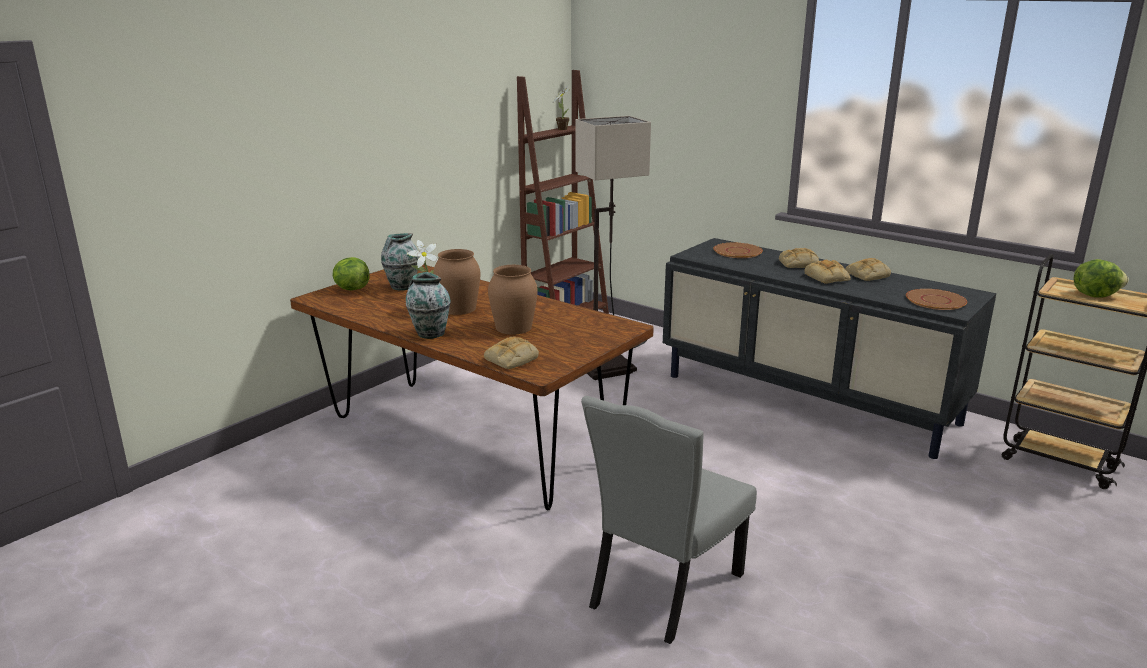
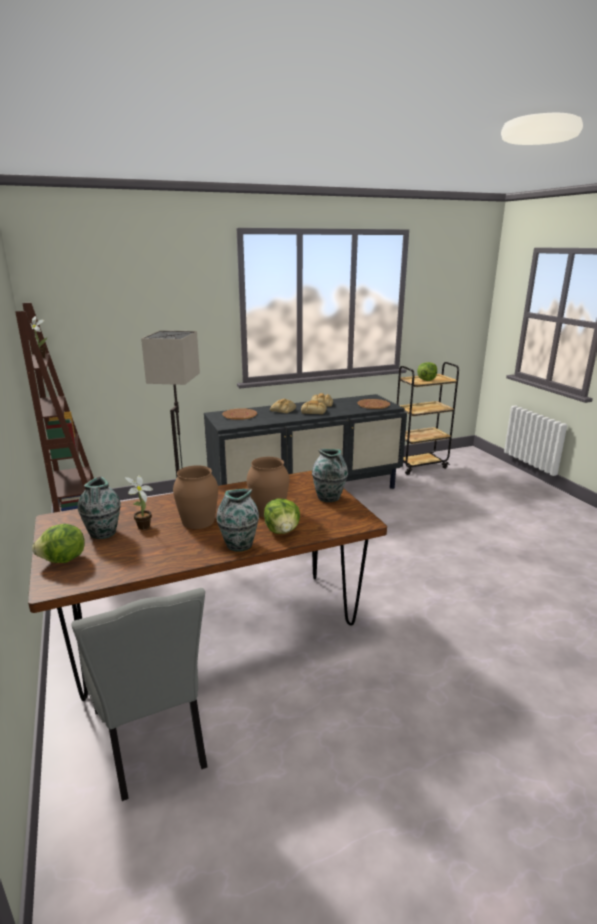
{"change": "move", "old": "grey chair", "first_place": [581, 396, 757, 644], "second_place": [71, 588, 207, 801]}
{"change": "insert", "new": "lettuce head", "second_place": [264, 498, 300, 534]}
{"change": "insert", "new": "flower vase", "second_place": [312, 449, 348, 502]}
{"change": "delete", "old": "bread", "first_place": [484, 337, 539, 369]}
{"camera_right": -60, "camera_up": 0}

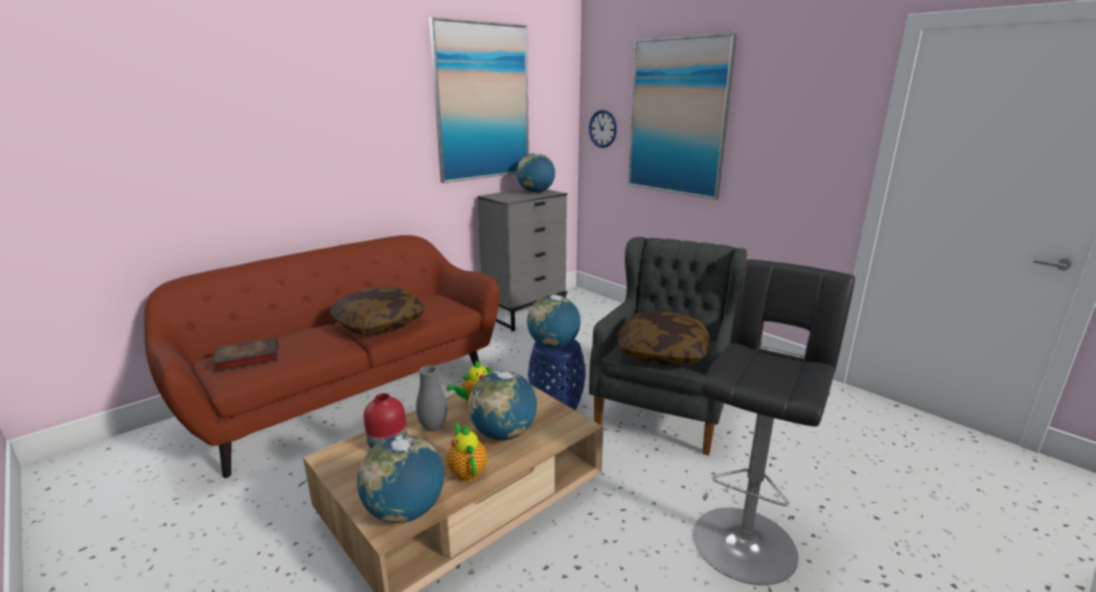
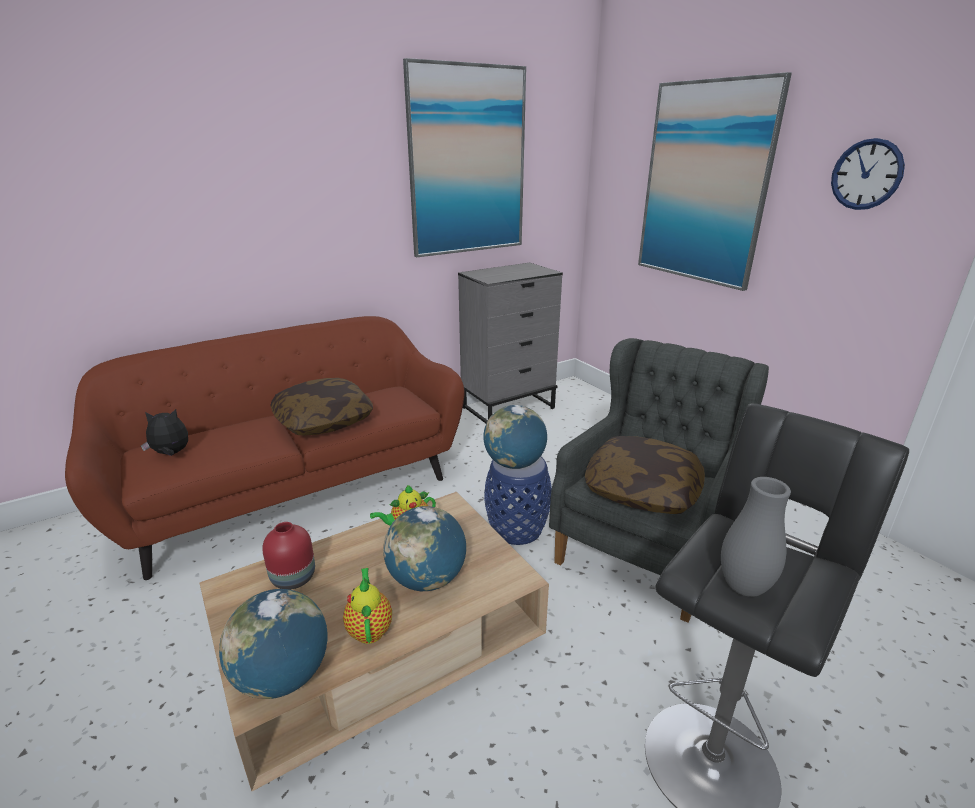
{"change": "replace", "old": "bound book", "new": "cuddly toy", "first_place": [211, 338, 278, 372], "second_place": [141, 409, 188, 456]}
{"change": "move", "old": "grey flower vase", "first_place": [416, 365, 447, 431], "second_place": [721, 477, 791, 597]}
{"change": "move", "old": "wall clock", "first_place": [589, 110, 617, 148], "second_place": [831, 138, 905, 210]}
{"change": "delete", "old": "world globe", "first_place": [516, 153, 555, 193]}
{"camera_right": 10, "camera_up": 5}

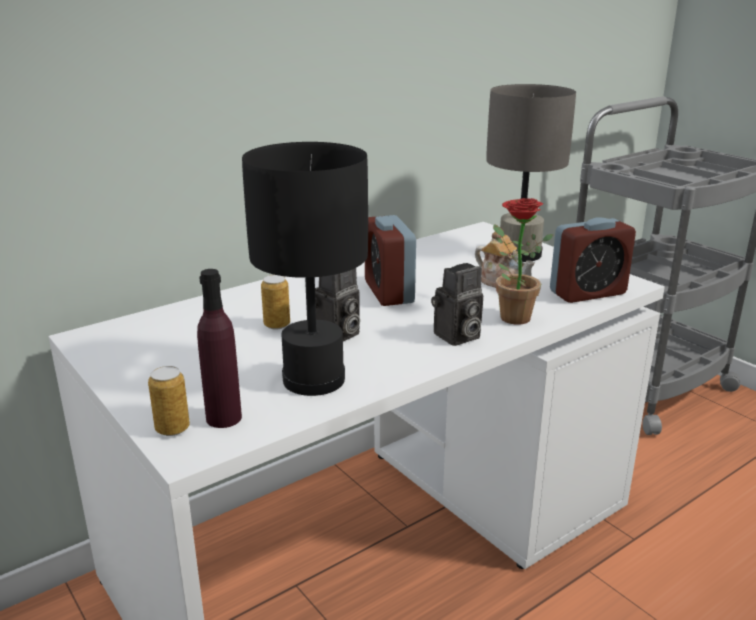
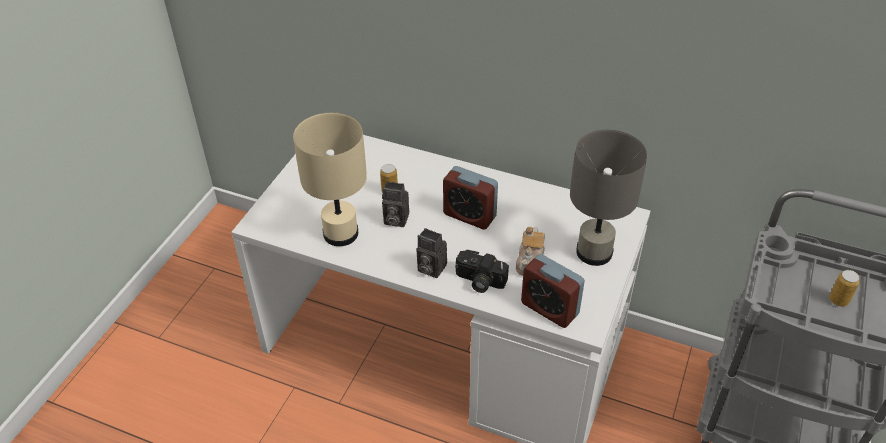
{"change": "recolor", "old": "black-coloured tabletop lamp", "new": "beige-coloured tabletop lamp", "first_place": [242, 142, 368, 396], "second_place": [293, 112, 367, 246]}
{"change": "rotate", "old": "alarm clock", "first_place": [365, 215, 416, 306], "second_place": [443, 166, 498, 229], "degrees": -105}
{"change": "replace", "old": "houseplant", "new": "still camera", "first_place": [493, 198, 554, 325], "second_place": [455, 250, 509, 293]}
{"change": "move", "old": "sealed can", "first_place": [148, 366, 190, 436], "second_place": [829, 270, 860, 307]}
{"change": "delete", "old": "purplish drink bottle", "first_place": [197, 269, 242, 428]}
{"camera_right": 60, "camera_up": 20}

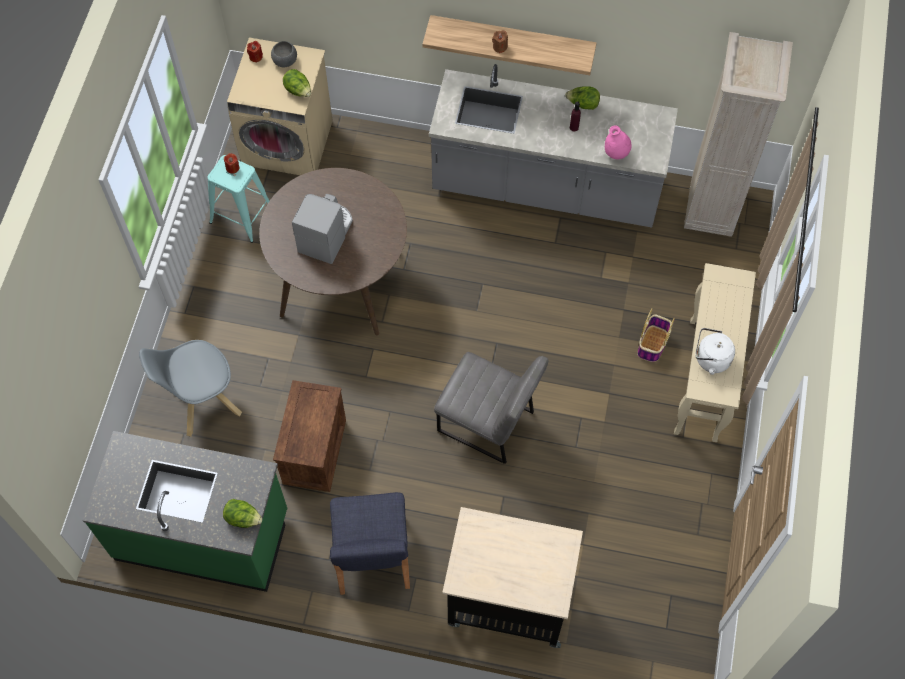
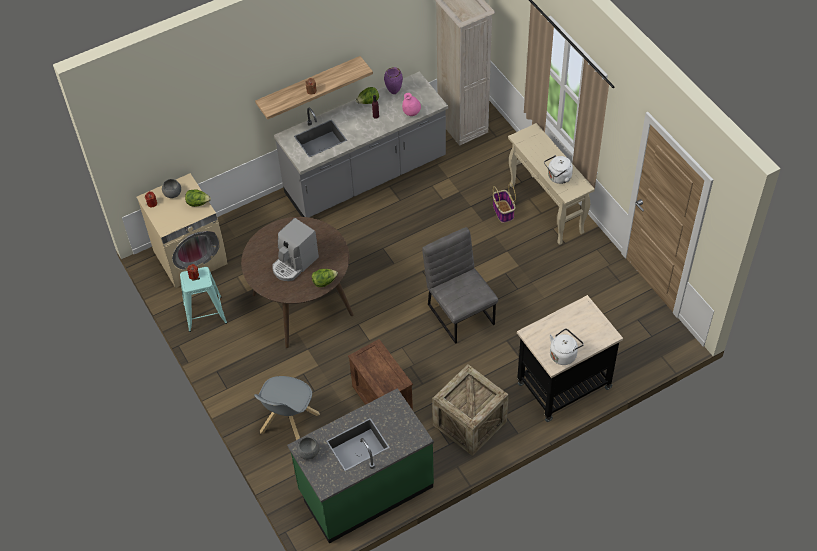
{"change": "rotate", "old": "coffee machine", "first_place": [292, 194, 353, 264], "second_place": [272, 218, 319, 281], "degrees": -120}
{"change": "insert", "new": "grey bowl", "second_place": [297, 437, 319, 460]}
{"change": "move", "old": "lettuce head", "first_place": [223, 499, 262, 528], "second_place": [312, 269, 338, 287]}
{"change": "insert", "new": "purplish flower vase", "second_place": [384, 67, 403, 94]}
{"change": "rotate", "old": "grey chair", "first_place": [434, 352, 548, 464], "second_place": [422, 227, 498, 344], "degrees": -105}
{"change": "replace", "old": "bluish chair", "new": "crate", "first_place": [330, 492, 410, 595], "second_place": [432, 364, 509, 456]}
{"change": "insert", "new": "white-coloured kettle", "second_place": [550, 328, 584, 365]}
{"camera_right": -40, "camera_up": -10}

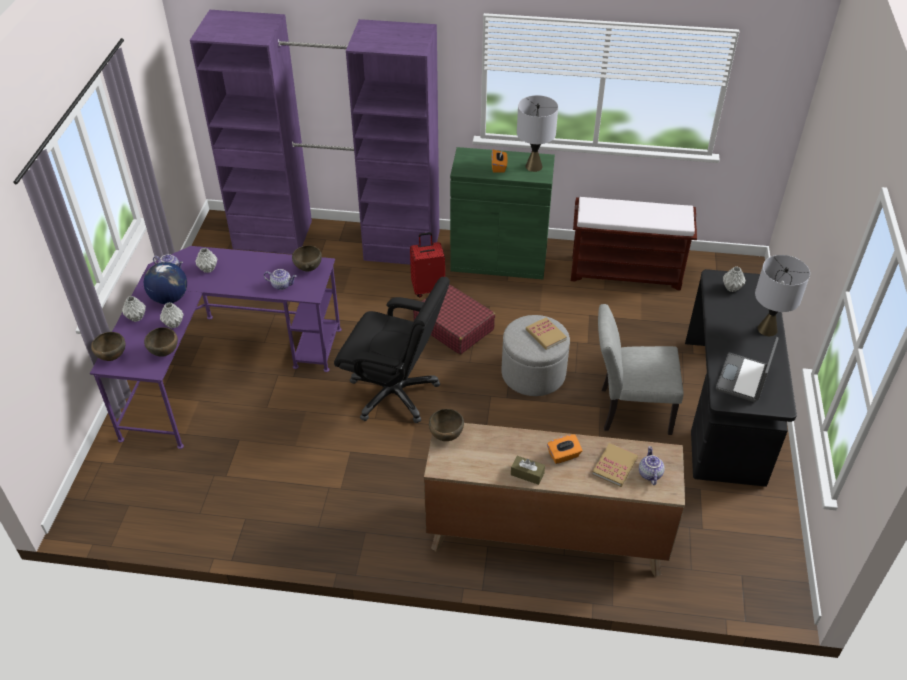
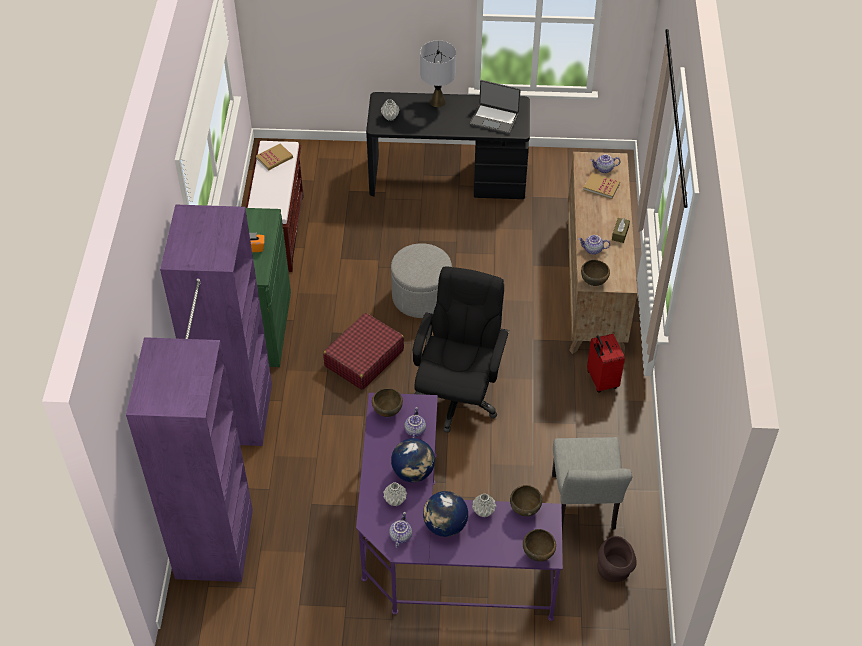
{"change": "move", "old": "bound book", "first_place": [526, 317, 567, 350], "second_place": [256, 143, 293, 171]}
{"change": "insert", "new": "world globe", "second_place": [391, 438, 435, 482]}
{"change": "move", "old": "grey chair", "first_place": [598, 304, 684, 435], "second_place": [552, 437, 632, 531]}
{"change": "insert", "new": "teapot", "second_place": [578, 235, 610, 255]}
{"change": "move", "old": "red piece of luggage", "first_place": [410, 232, 445, 297], "second_place": [587, 334, 625, 393]}
{"change": "insert", "new": "brown-coloured flower vase", "second_place": [597, 536, 637, 582]}
{"change": "delete", "old": "grey flower vase", "first_place": [122, 296, 146, 322]}
{"change": "delete", "old": "grey tabletop lamp", "first_place": [517, 95, 558, 172]}
{"change": "delete", "old": "orange-coloured tissue box", "first_place": [547, 434, 582, 464]}
{"camera_right": -95, "camera_up": 5}

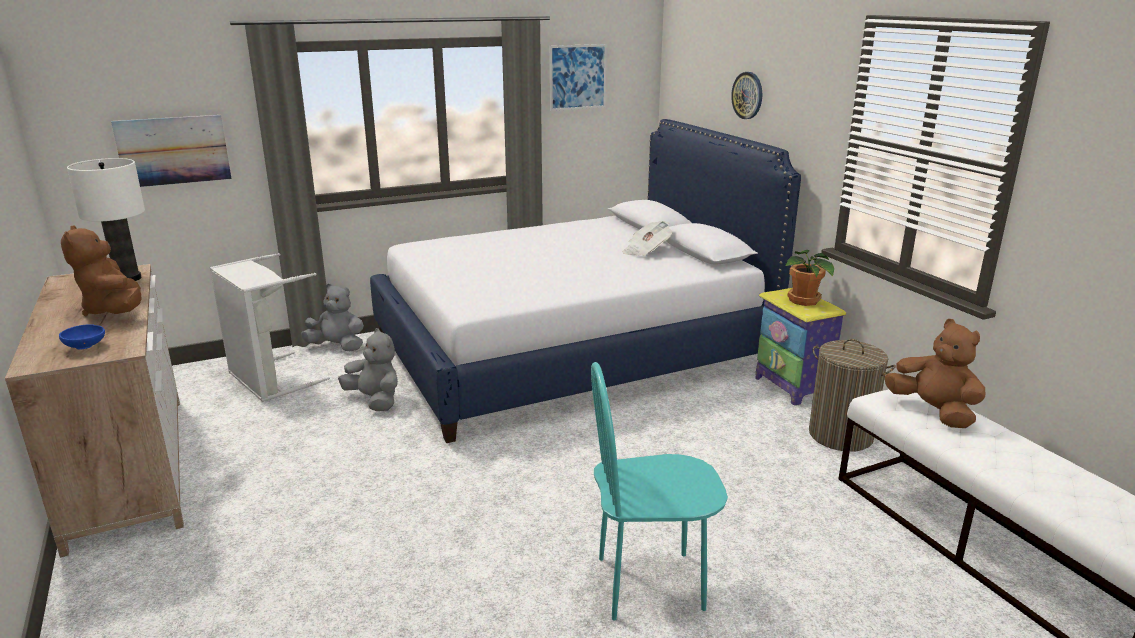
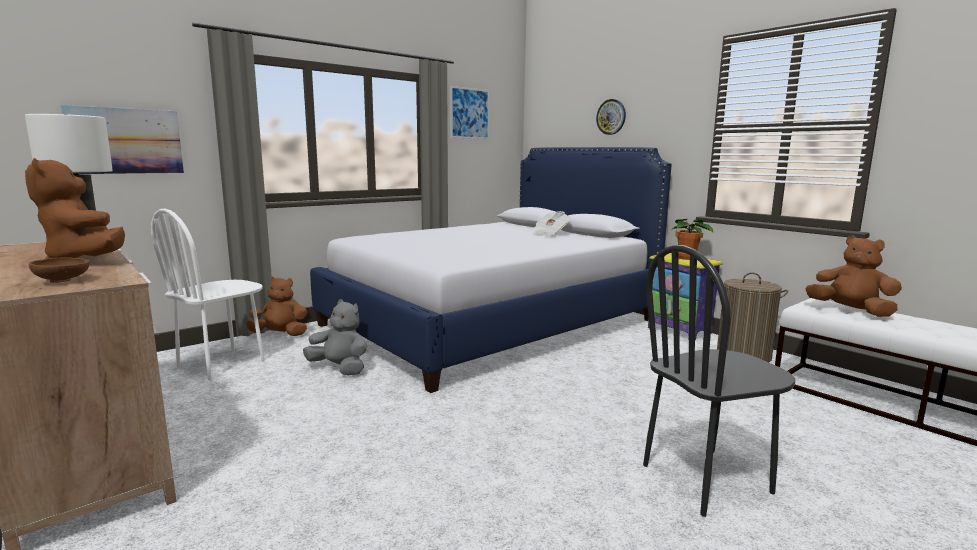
{"change": "recolor", "old": "bluish bowl", "new": "brown-coloured bowl", "first_place": [59, 324, 105, 349], "second_place": [29, 257, 90, 283]}
{"change": "replace", "old": "grey laundry basket", "new": "white-coloured chair", "first_place": [210, 253, 330, 402], "second_place": [151, 209, 265, 380]}
{"change": "recolor", "old": "grey cuddly toy", "new": "brown-coloured cuddly toy", "first_place": [301, 284, 364, 351], "second_place": [246, 277, 307, 336]}
{"change": "recolor", "old": "turquoise chair", "new": "black-coloured chair", "first_place": [591, 362, 728, 621], "second_place": [643, 245, 795, 517]}
{"camera_right": -15, "camera_up": -10}

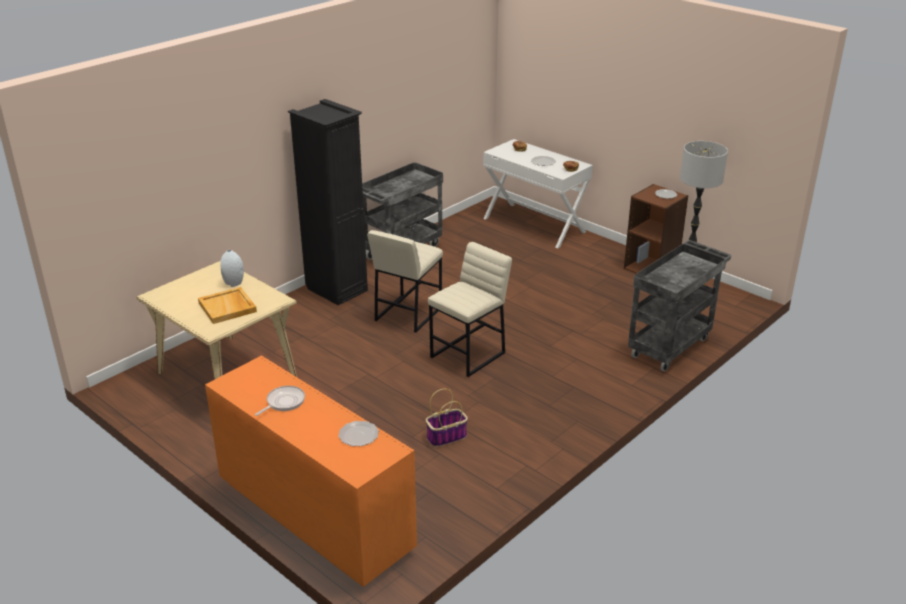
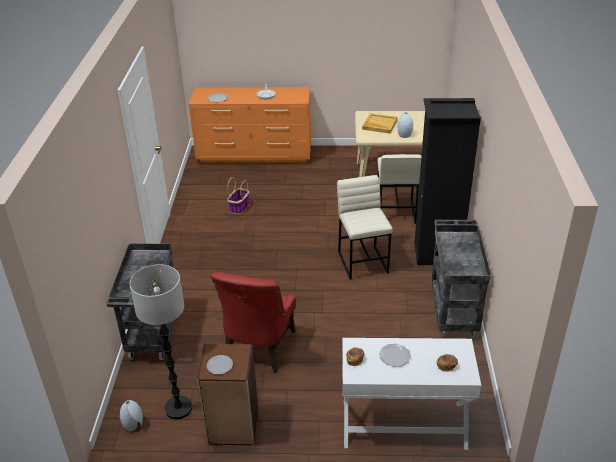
{"change": "insert", "new": "grey flower vase", "second_place": [120, 400, 143, 431]}
{"change": "insert", "new": "red chair", "second_place": [210, 272, 296, 373]}
{"change": "move", "old": "beige-coloured chair", "first_place": [428, 242, 512, 377], "second_place": [377, 154, 422, 224]}
{"camera_right": 140, "camera_up": 5}

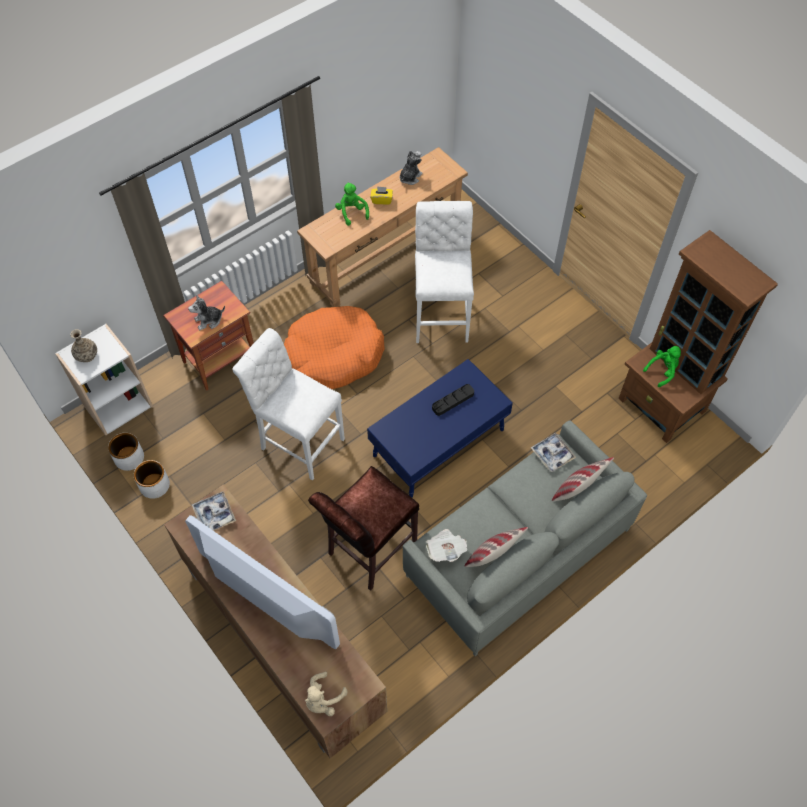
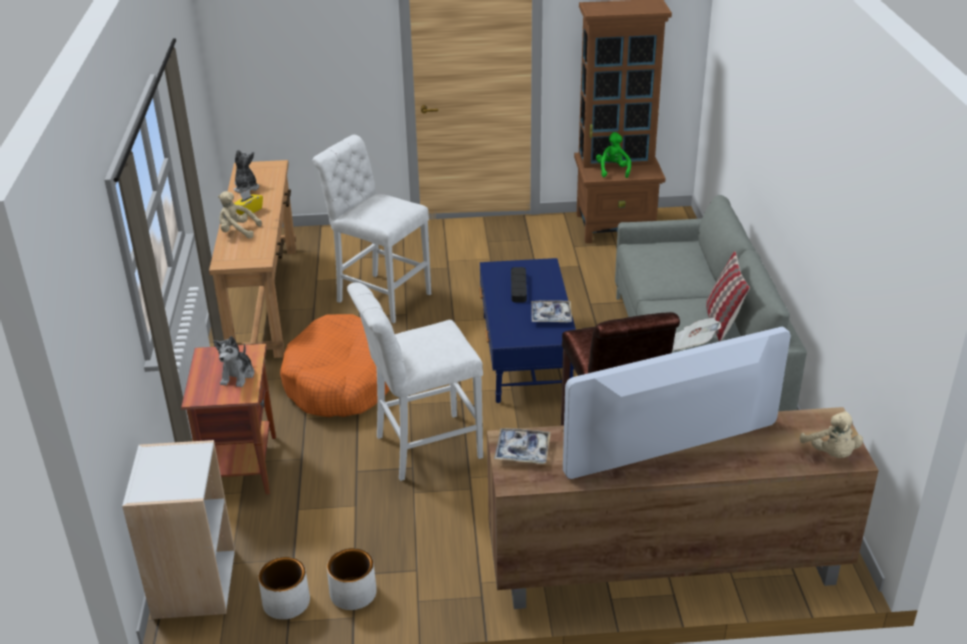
{"change": "recolor", "old": "green-coloured cuddly toy", "new": "beige-coloured cuddly toy", "first_place": [335, 182, 369, 226], "second_place": [218, 191, 262, 239]}
{"change": "move", "old": "tray", "first_place": [531, 433, 576, 472], "second_place": [531, 300, 572, 322]}
{"change": "delete", "old": "flower vase", "first_place": [70, 329, 97, 362]}
{"change": "delete", "old": "pillow", "first_place": [552, 457, 614, 501]}
{"camera_right": -55, "camera_up": -25}

